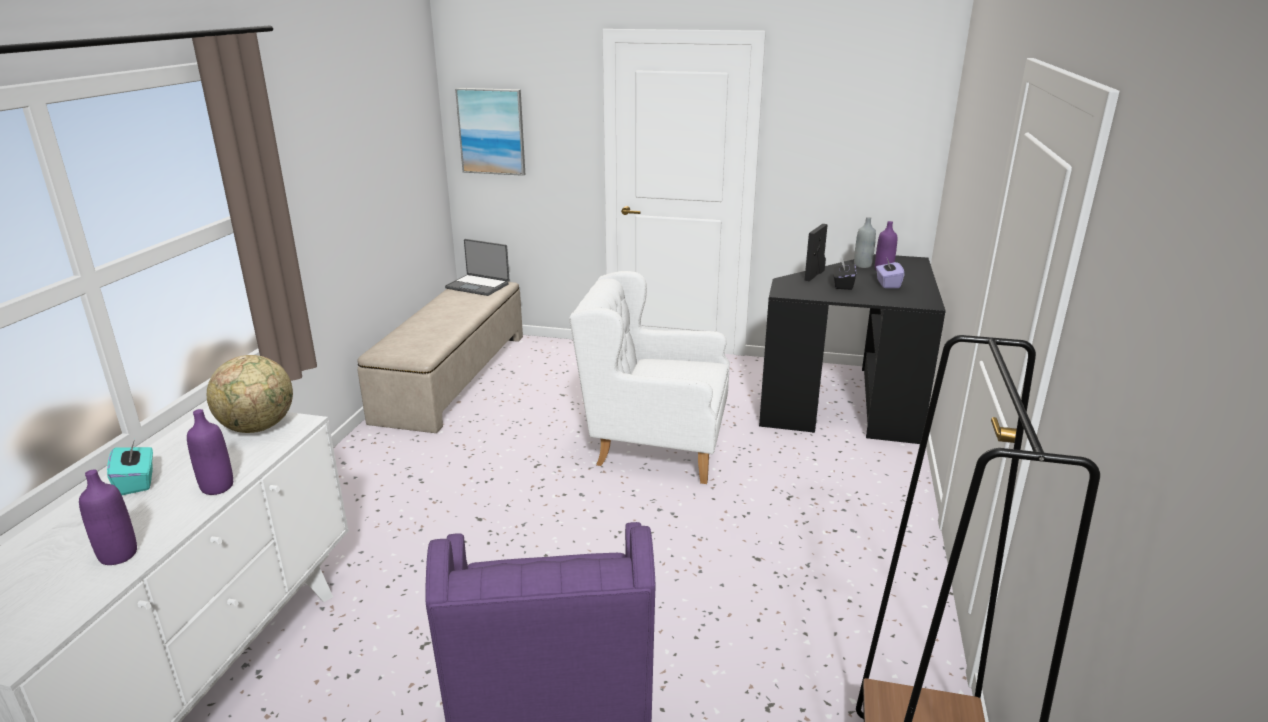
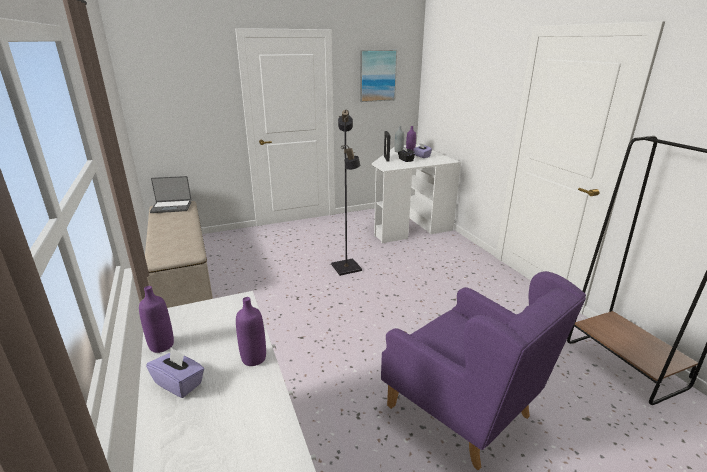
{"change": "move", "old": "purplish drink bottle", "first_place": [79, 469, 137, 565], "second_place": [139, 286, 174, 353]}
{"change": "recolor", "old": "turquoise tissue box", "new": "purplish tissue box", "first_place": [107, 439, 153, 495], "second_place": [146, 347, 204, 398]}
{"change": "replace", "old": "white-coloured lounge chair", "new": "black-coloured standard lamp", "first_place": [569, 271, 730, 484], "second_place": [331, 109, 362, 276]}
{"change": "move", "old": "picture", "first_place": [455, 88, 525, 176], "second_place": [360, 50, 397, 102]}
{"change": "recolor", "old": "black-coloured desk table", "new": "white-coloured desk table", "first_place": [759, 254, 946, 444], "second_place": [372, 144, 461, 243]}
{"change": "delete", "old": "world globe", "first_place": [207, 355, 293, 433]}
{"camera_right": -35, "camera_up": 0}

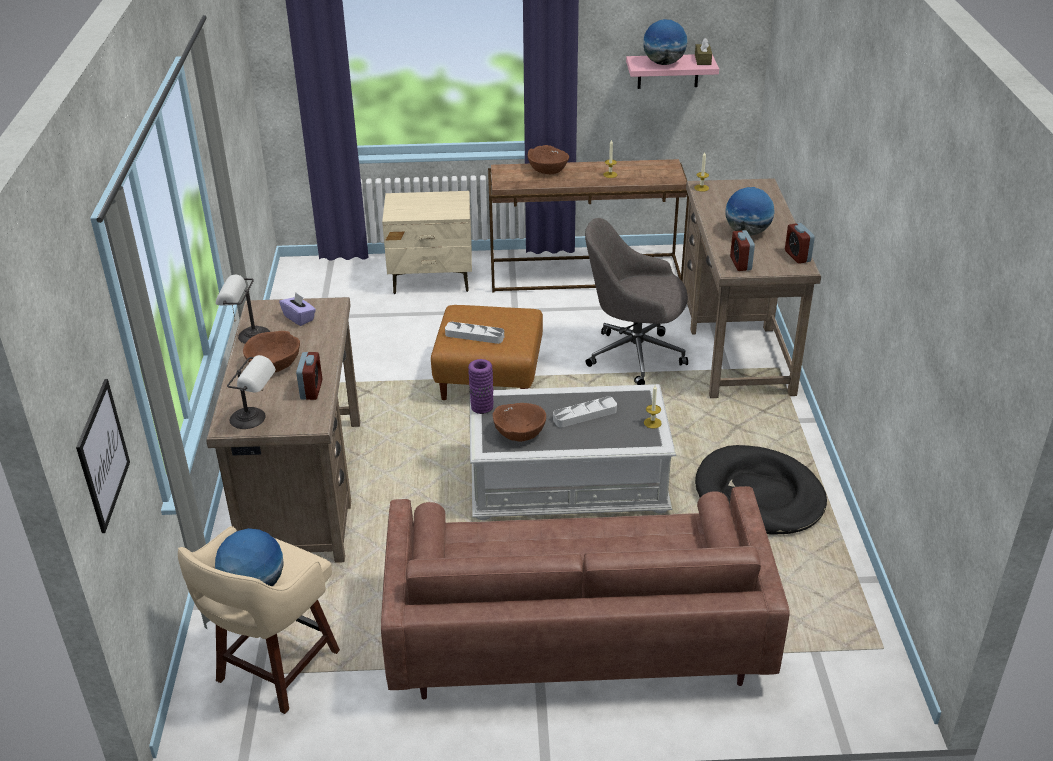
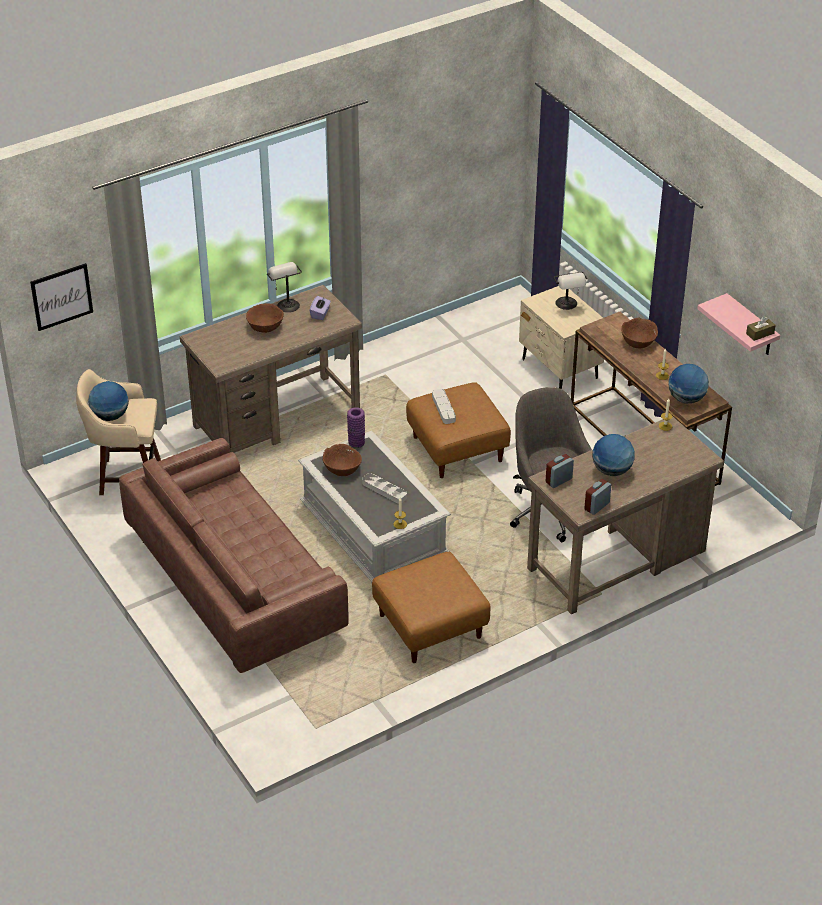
{"change": "replace", "old": "black-coloured dog cushion", "new": "brown-coloured pouffe", "first_place": [695, 445, 827, 535], "second_place": [372, 552, 491, 663]}
{"change": "move", "old": "tabletop lamp", "first_place": [227, 355, 276, 429], "second_place": [553, 272, 587, 310]}
{"change": "move", "old": "world globe", "first_place": [643, 19, 687, 65], "second_place": [668, 364, 709, 404]}
{"change": "delete", "old": "alarm clock", "first_place": [296, 352, 322, 400]}
{"camera_right": 60, "camera_up": 5}

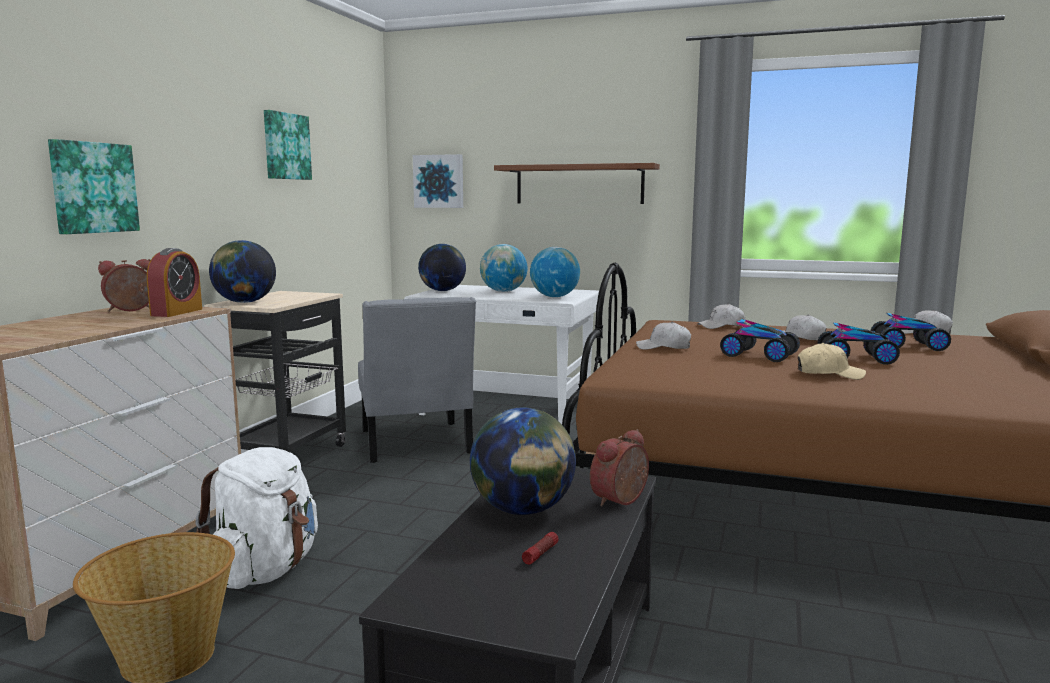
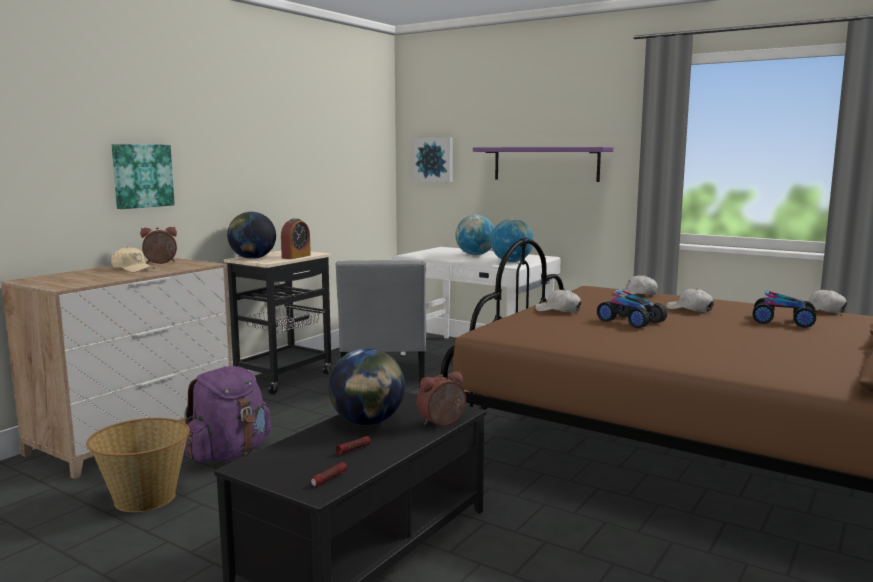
{"change": "move", "old": "beige-coloured cap", "first_place": [798, 343, 866, 380], "second_place": [111, 247, 155, 273]}
{"change": "recolor", "old": "white-coloured knapsack", "new": "purplish knapsack", "first_place": [195, 447, 318, 589], "second_place": [184, 366, 271, 463]}
{"change": "move", "old": "alarm clock", "first_place": [147, 248, 202, 317], "second_place": [281, 218, 311, 259]}
{"change": "insert", "new": "flashlight", "second_place": [311, 462, 347, 487]}
{"change": "recolor", "old": "brown-coloured wall shelf", "new": "purplish wall shelf", "first_place": [494, 163, 660, 204], "second_place": [473, 147, 613, 182]}
{"change": "delete", "old": "picture", "first_place": [264, 110, 312, 180]}
{"change": "delete", "old": "world globe", "first_place": [418, 244, 466, 291]}
{"change": "delete", "old": "miniature car", "first_place": [818, 322, 900, 365]}
{"camera_right": 15, "camera_up": 0}

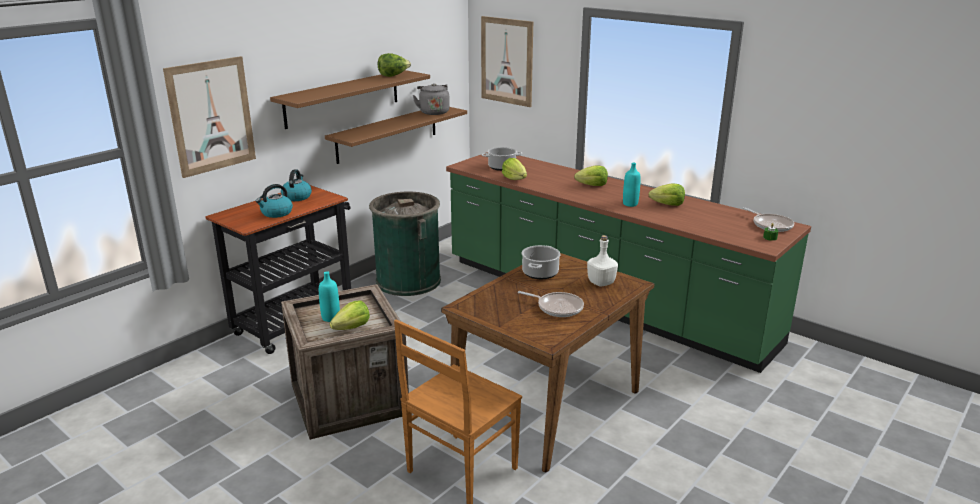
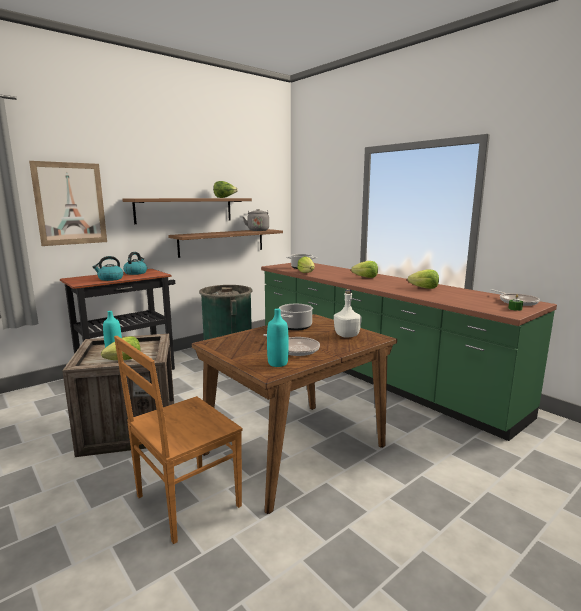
{"change": "move", "old": "turquoise drink bottle", "first_place": [623, 162, 641, 207], "second_place": [267, 309, 289, 367]}
{"change": "delete", "old": "picture", "first_place": [481, 16, 533, 107]}
{"camera_right": 10, "camera_up": -10}

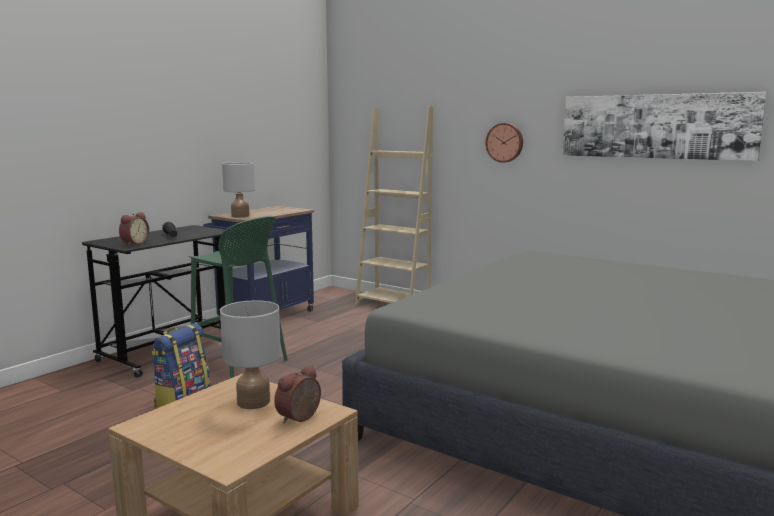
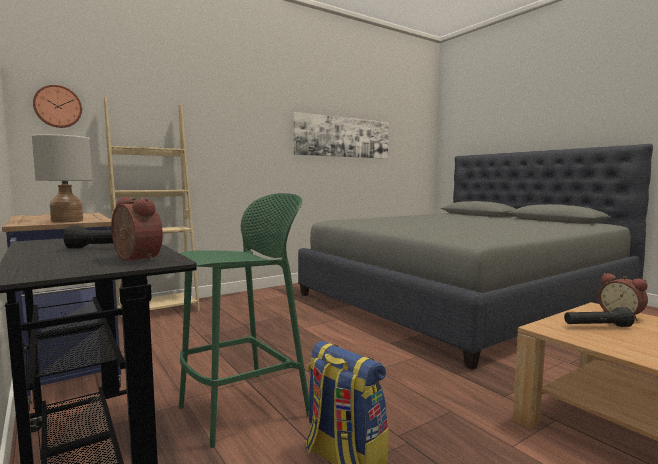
{"change": "move", "old": "wall clock", "first_place": [485, 123, 523, 163], "second_place": [33, 85, 82, 128]}
{"change": "replace", "old": "grey tabletop lamp", "new": "black-coloured flashlight", "first_place": [220, 300, 281, 409], "second_place": [564, 307, 634, 327]}
{"camera_right": -70, "camera_up": -5}

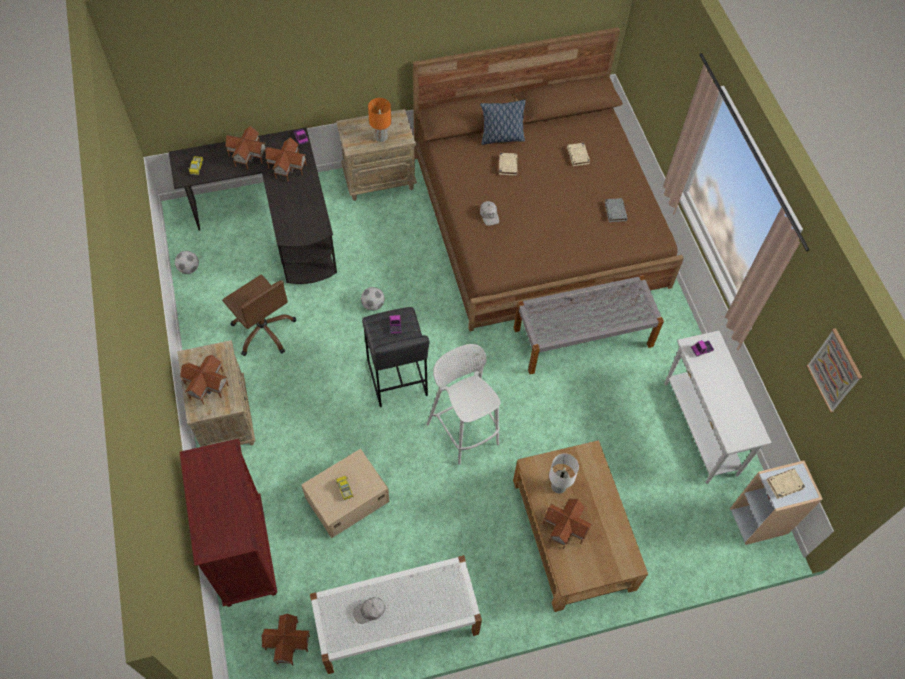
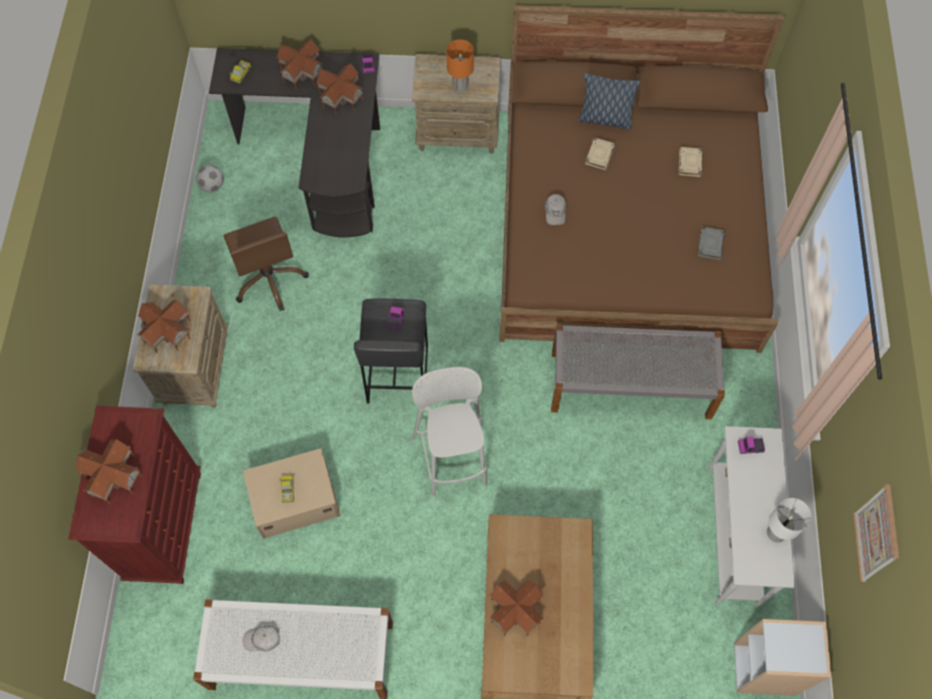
{"change": "move", "old": "miniature house", "first_place": [261, 614, 310, 665], "second_place": [76, 439, 143, 504]}
{"change": "move", "old": "white-coloured tabletop lamp", "first_place": [549, 454, 579, 493], "second_place": [767, 498, 811, 543]}
{"change": "delete", "old": "ball for football", "first_place": [361, 287, 385, 311]}
{"change": "delete", "old": "beige-coloured bound book", "first_place": [767, 468, 805, 499]}
{"camera_right": 20, "camera_up": 5}

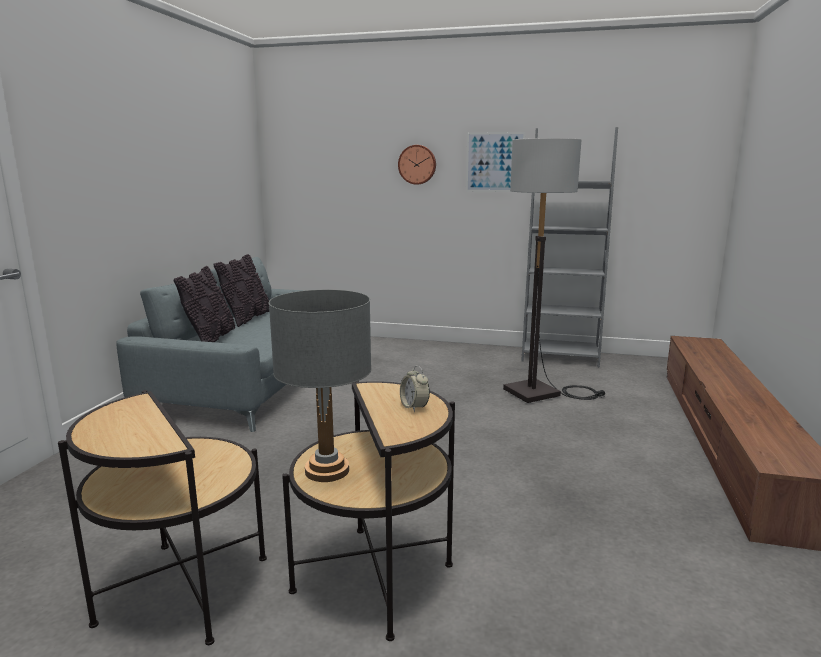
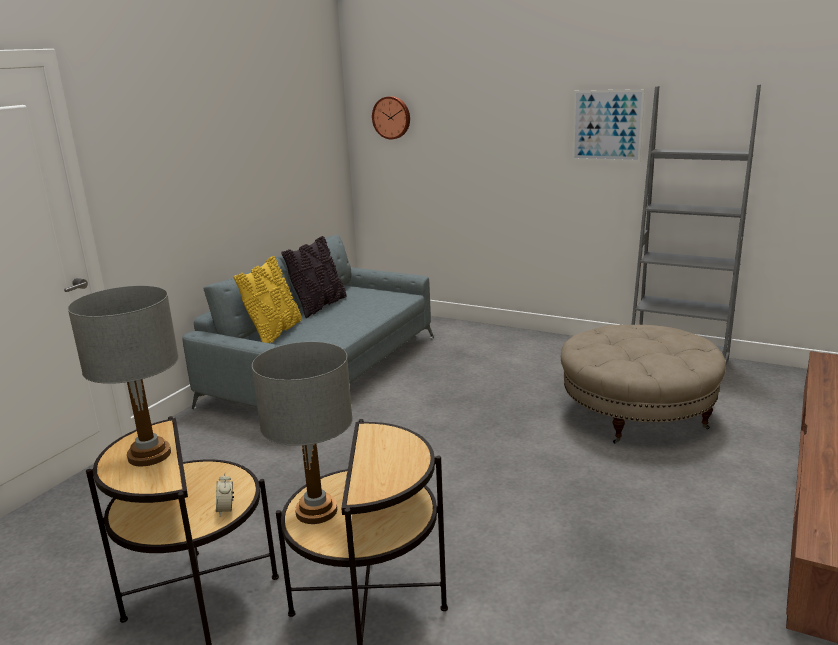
{"change": "insert", "new": "grey tabletop lamp", "second_place": [67, 286, 179, 466]}
{"change": "move", "old": "alarm clock", "first_place": [400, 366, 430, 412], "second_place": [216, 473, 234, 516]}
{"change": "recolor", "old": "black-coloured pillow", "new": "yellowish pillow", "first_place": [173, 266, 235, 342], "second_place": [233, 256, 302, 343]}
{"change": "move", "old": "wall clock", "first_place": [398, 145, 436, 185], "second_place": [372, 96, 410, 139]}
{"change": "replace", "old": "standard lamp", "new": "beige-coloured pouffe", "first_place": [503, 138, 605, 403], "second_place": [561, 325, 726, 443]}
{"camera_right": 15, "camera_up": 5}

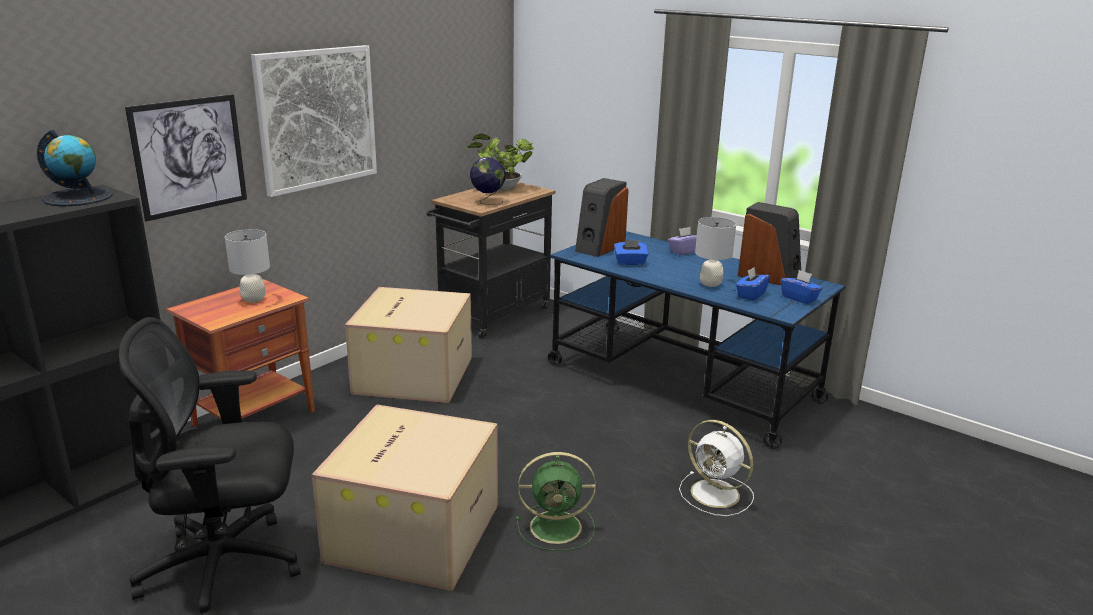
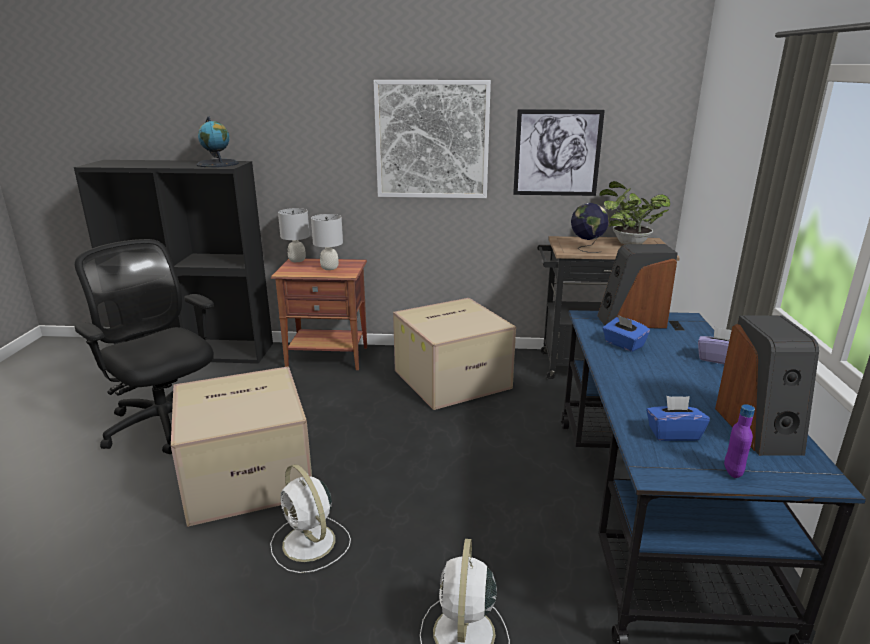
{"change": "recolor", "old": "green-coloured electric fan", "new": "white-coloured electric fan", "first_place": [516, 452, 596, 551], "second_place": [270, 464, 351, 573]}
{"change": "move", "old": "grey tabletop lamp", "first_place": [695, 217, 736, 287], "second_place": [278, 208, 310, 263]}
{"change": "move", "old": "picture", "first_place": [125, 94, 247, 222], "second_place": [513, 109, 605, 196]}
{"change": "replace", "old": "bluish tissue box", "new": "purplish drink bottle", "first_place": [781, 270, 822, 304], "second_place": [724, 404, 755, 478]}
{"camera_right": 55, "camera_up": 0}

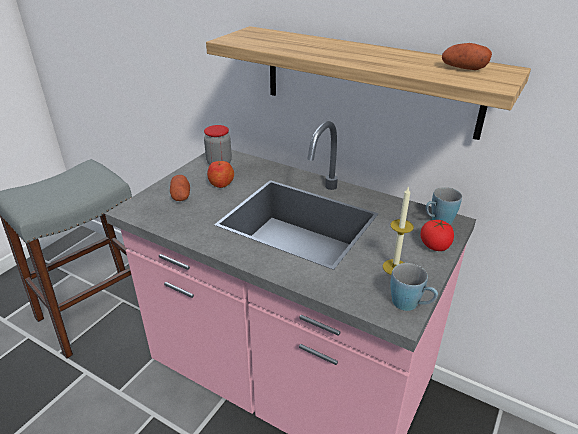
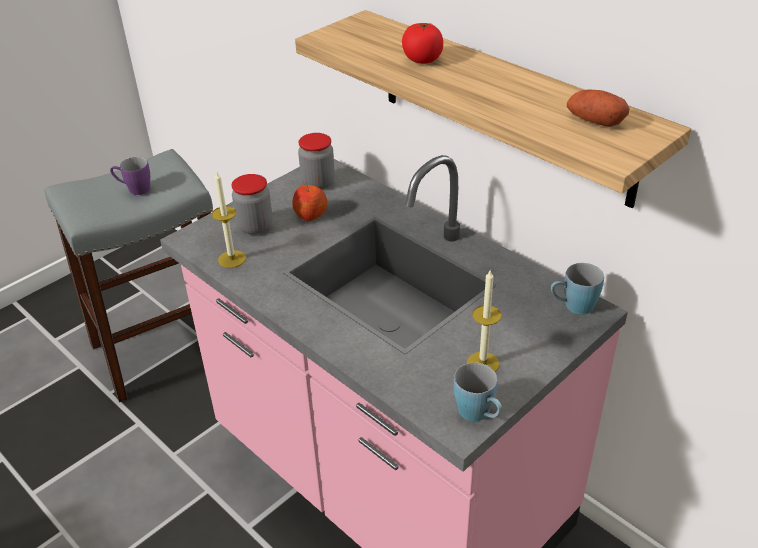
{"change": "insert", "new": "purplish mug", "second_place": [110, 157, 150, 195]}
{"change": "insert", "new": "candle", "second_place": [212, 172, 246, 268]}
{"change": "replace", "old": "potato", "new": "preserve jar", "first_place": [170, 175, 190, 201], "second_place": [231, 174, 273, 235]}
{"change": "move", "old": "fresh tomato", "first_place": [420, 219, 454, 251], "second_place": [402, 23, 443, 64]}
{"camera_right": 15, "camera_up": 5}

